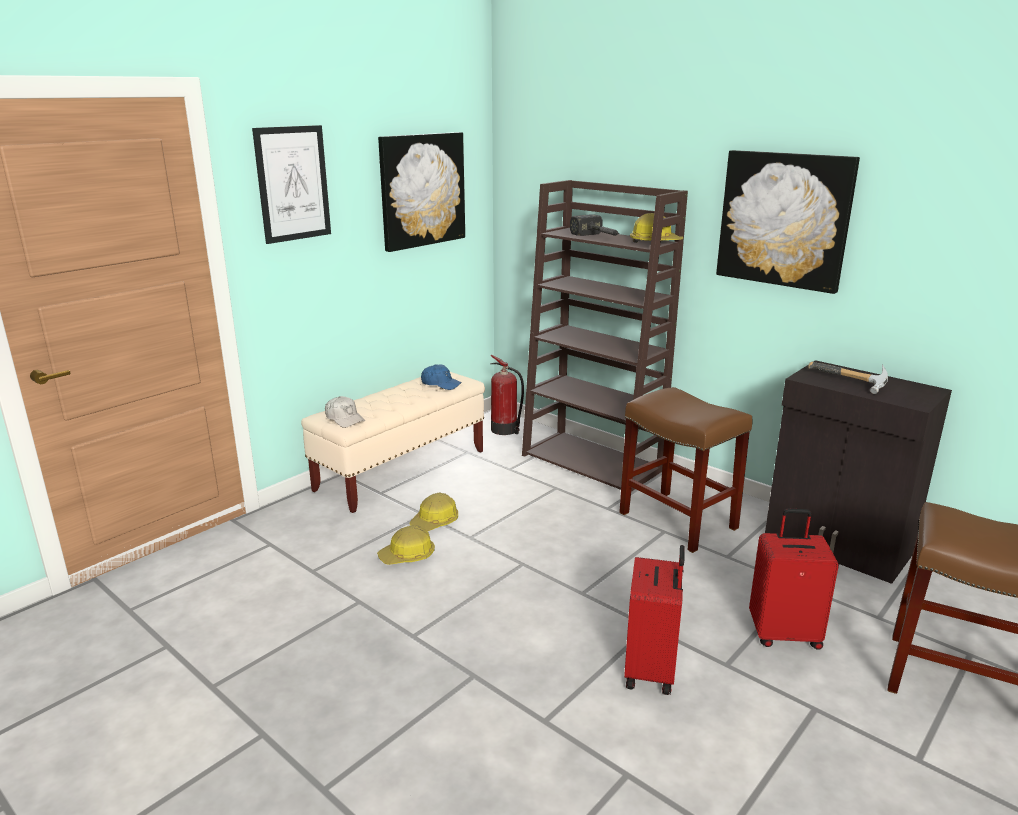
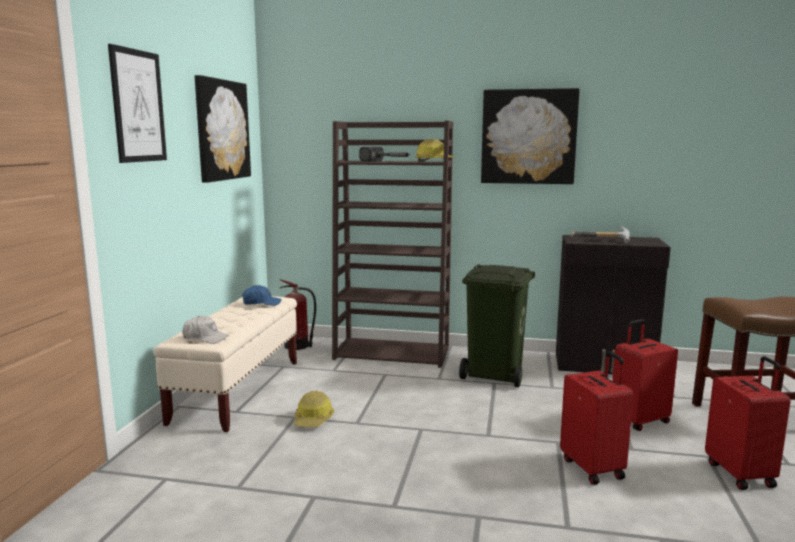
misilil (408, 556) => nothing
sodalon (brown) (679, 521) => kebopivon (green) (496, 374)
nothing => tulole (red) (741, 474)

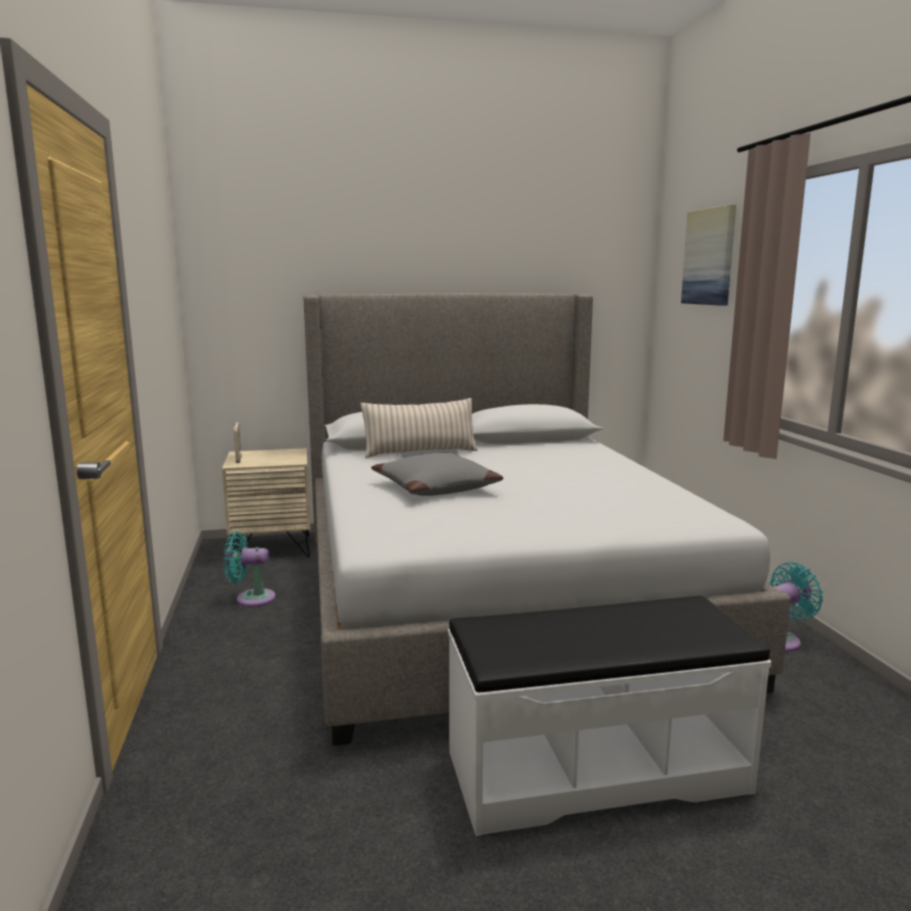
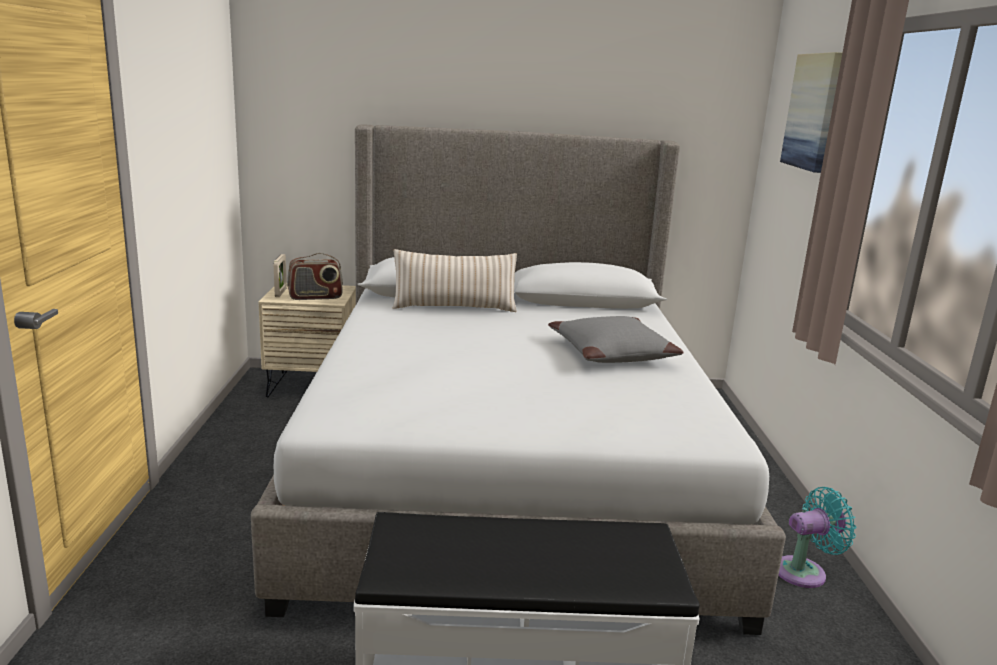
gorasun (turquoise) (251, 598) => nothing
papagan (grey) (435, 488) => papagan (grey) (611, 353), shifted
nothing => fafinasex (315, 297)

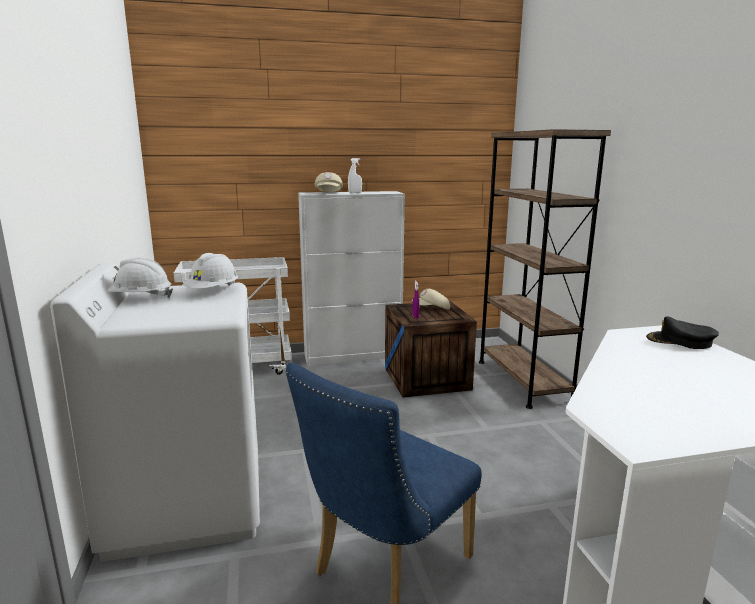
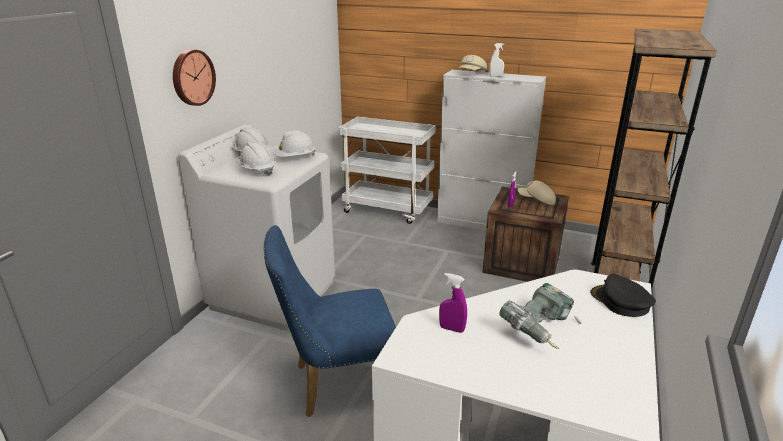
nothing => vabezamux (192, 77)
nothing => misilil (white) (257, 171)
nothing => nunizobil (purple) (452, 329)
nothing => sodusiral (541, 330)

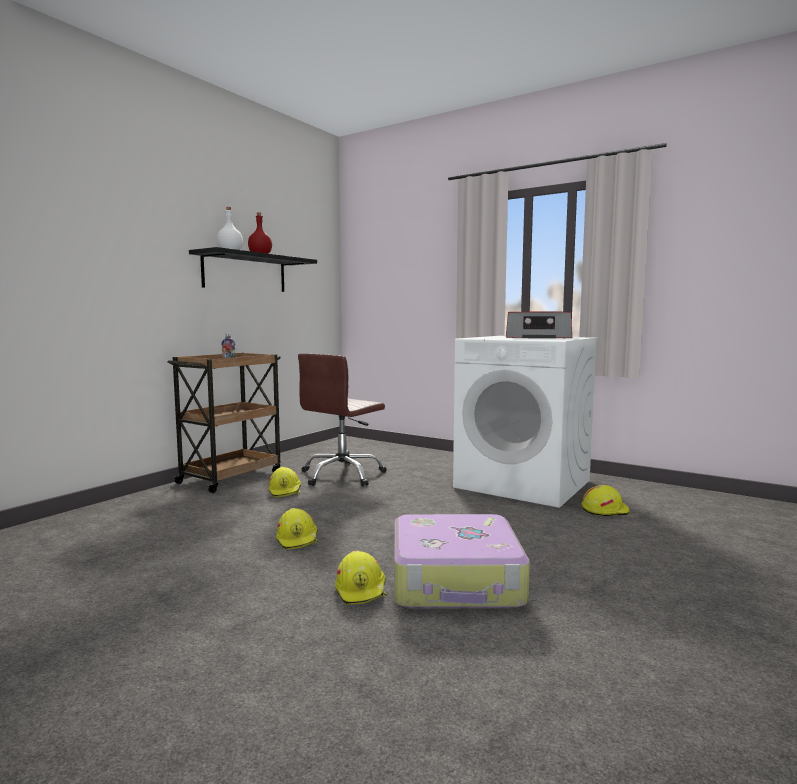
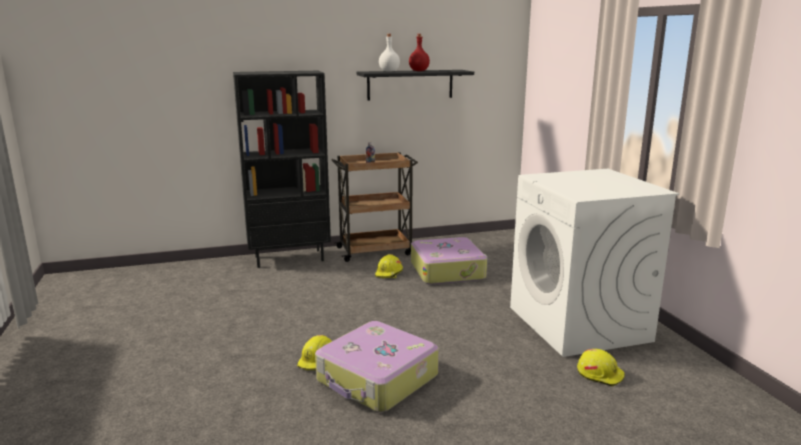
misilil (yellow) (298, 539) => nothing
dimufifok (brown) (342, 475) => tulole (448, 270)
fafinasex (538, 337) => nothing
nothing => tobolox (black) (289, 258)

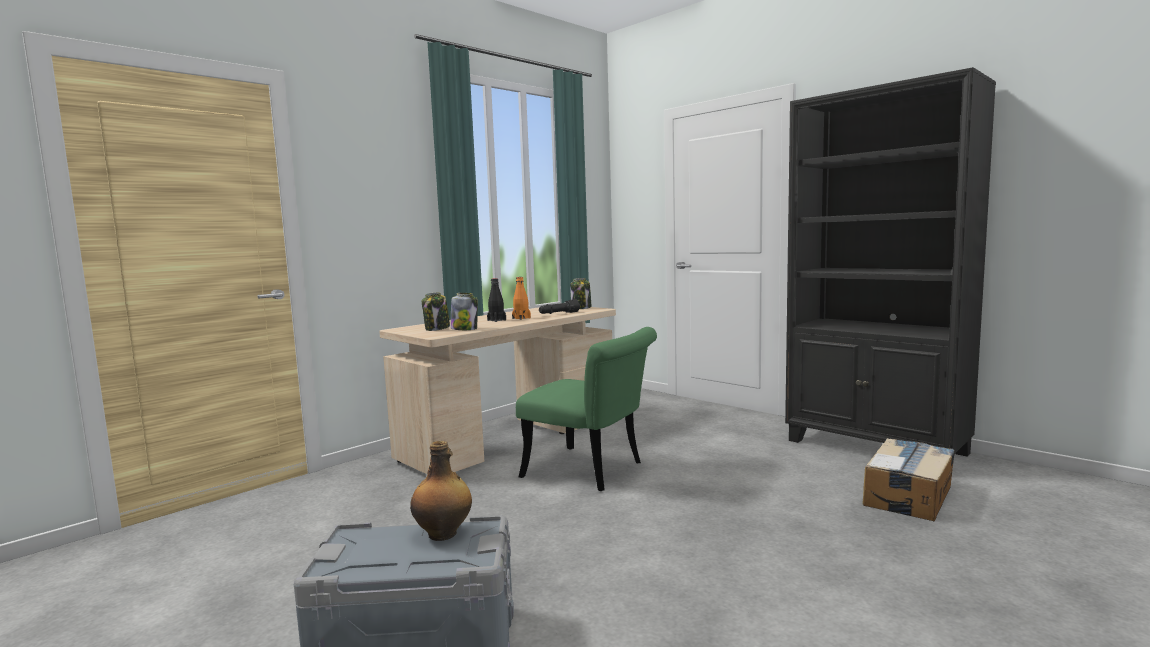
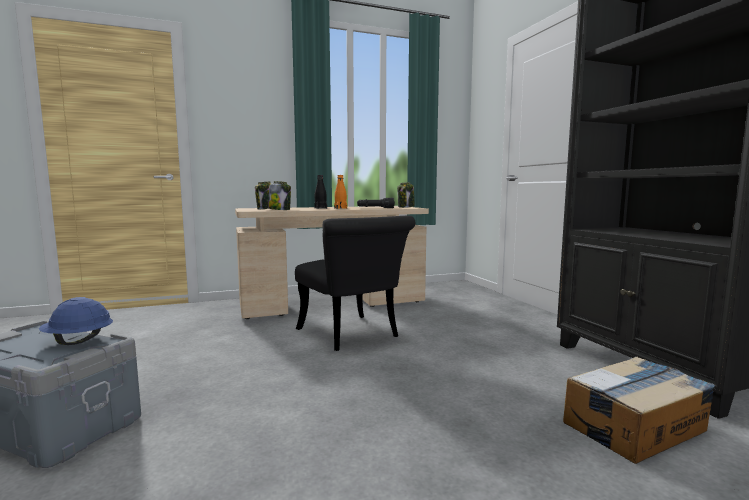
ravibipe (444, 534) => misilil (blue) (78, 341)
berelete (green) (592, 471) => berelete (black) (352, 335)

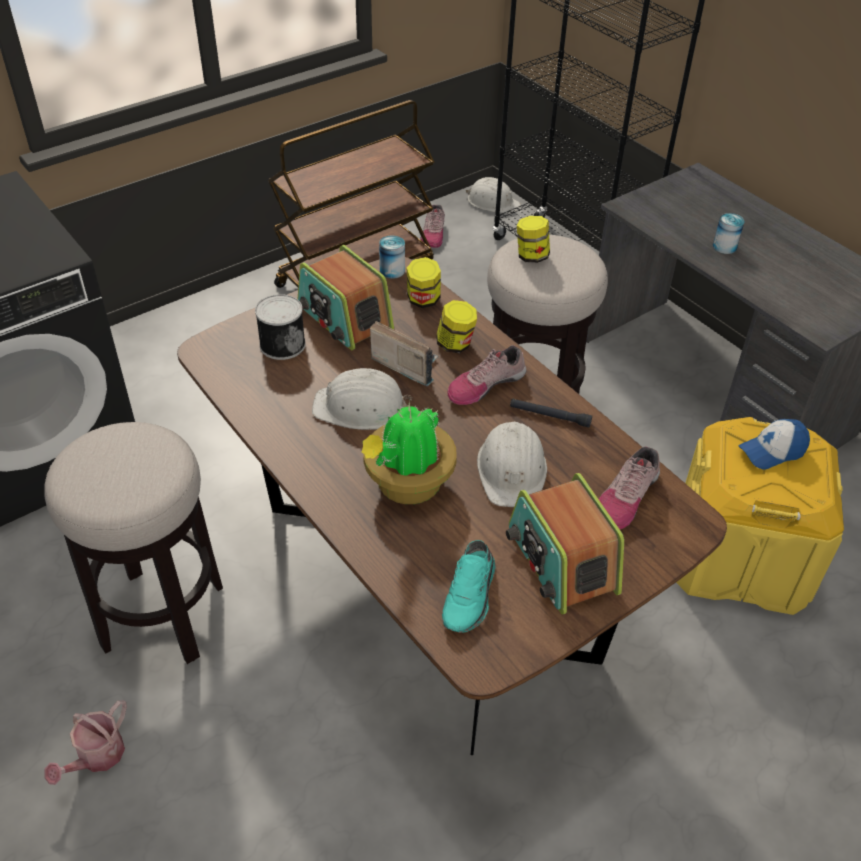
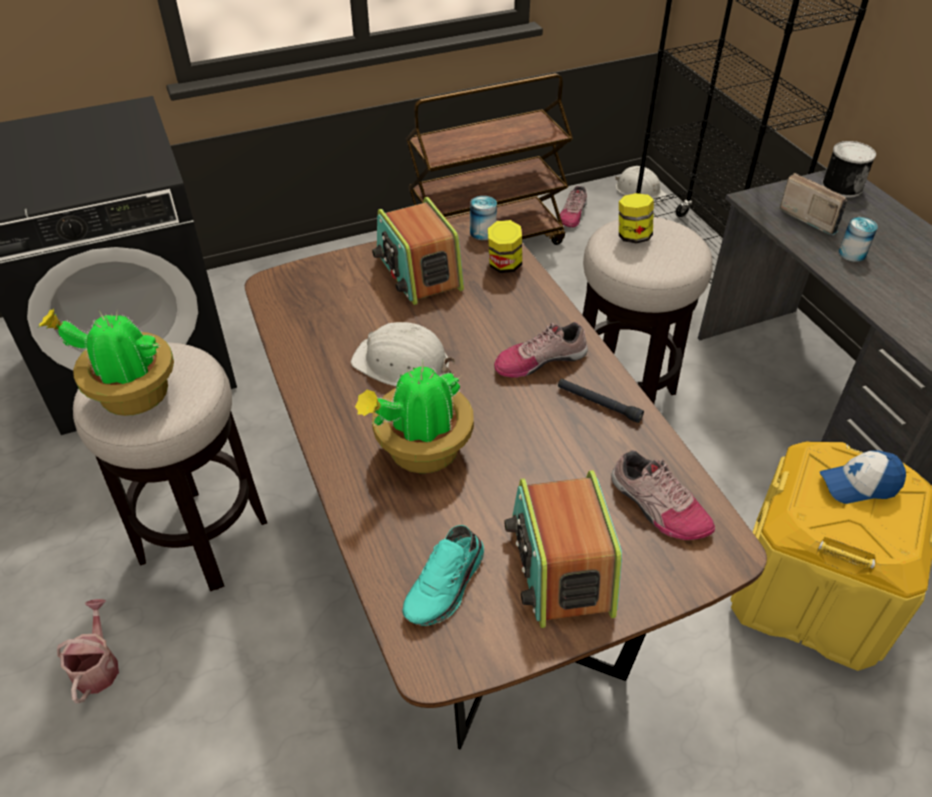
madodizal (96, 757) => madodizal (98, 666), 135 degrees clockwise
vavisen (282, 344) => vavisen (841, 186), shifted
fafinasex (405, 364) => fafinasex (810, 217), shifted
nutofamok (455, 344) => nothing
misilil (white) (512, 470) => nothing
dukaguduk (626, 497) => dukaguduk (657, 507), 90 degrees counterclockwise
nothing => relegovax (131, 395)

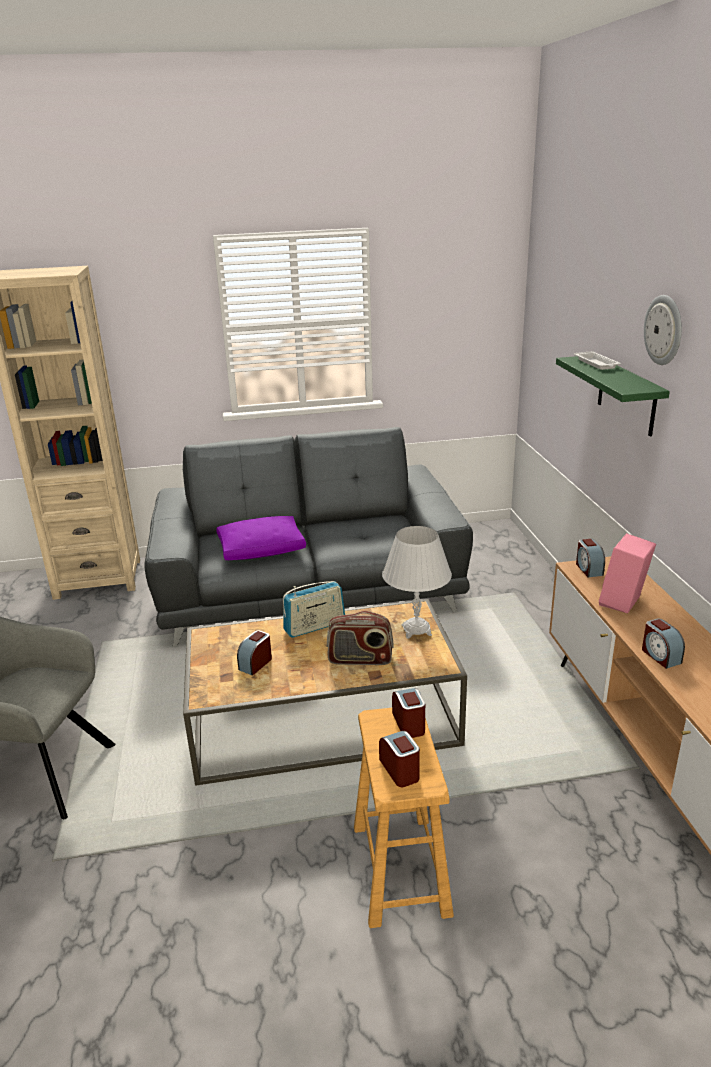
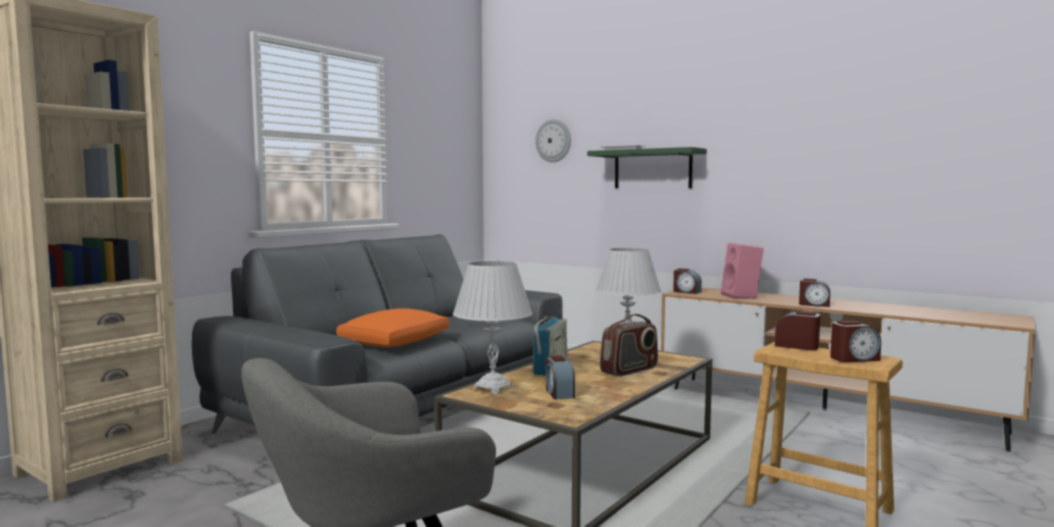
papagan (purple) (262, 549) => papagan (orange) (395, 342)
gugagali (400, 770) => gugagali (854, 359), 150 degrees clockwise
vabezamux (664, 330) => vabezamux (553, 141), shifted
nothing => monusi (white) (493, 388)

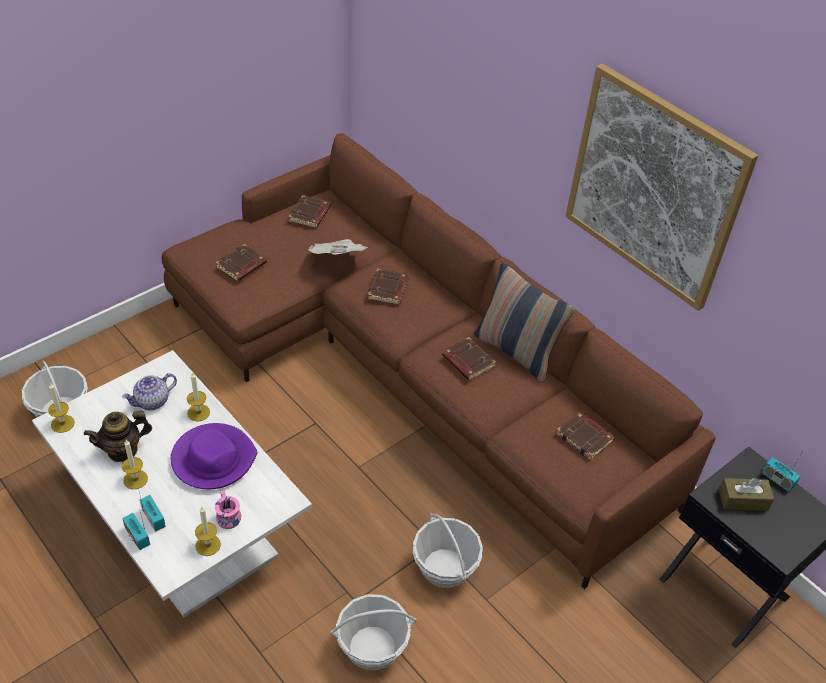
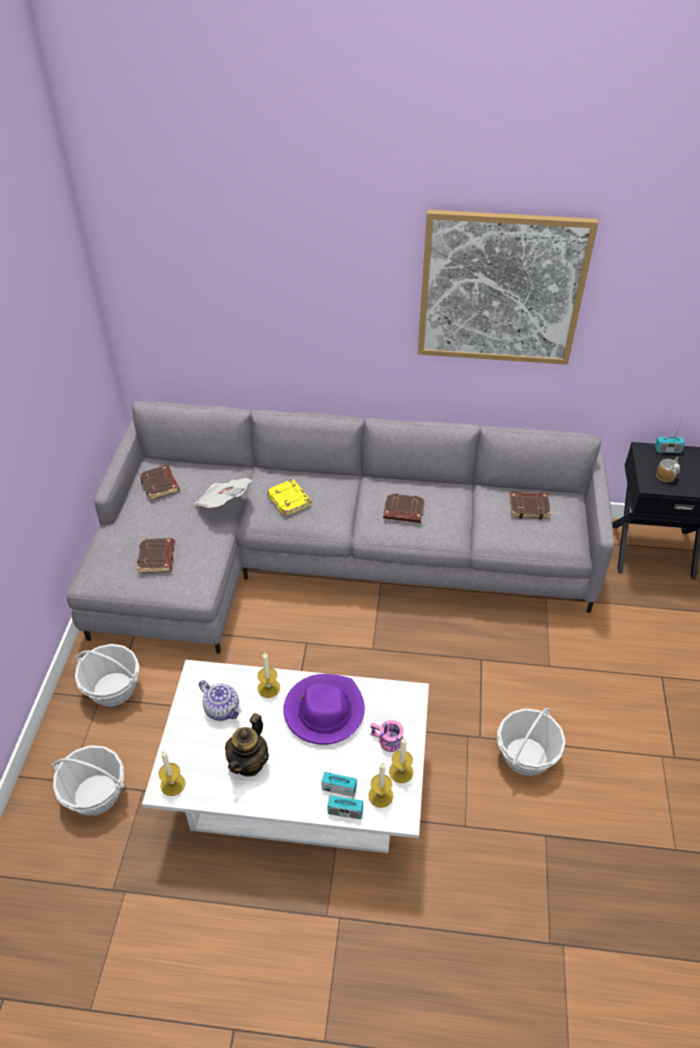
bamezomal (152, 402) => bamezomal (223, 709), 60 degrees counterclockwise
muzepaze (135, 479) => muzepaze (380, 795), shifted
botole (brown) (410, 371) => botole (grey) (326, 558)
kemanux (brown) (388, 290) => kemanux (yellow) (290, 500)
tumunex (444, 568) => tumunex (113, 689), shifted
papagan (516, 352) => nothing
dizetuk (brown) (743, 500) => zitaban (667, 474)

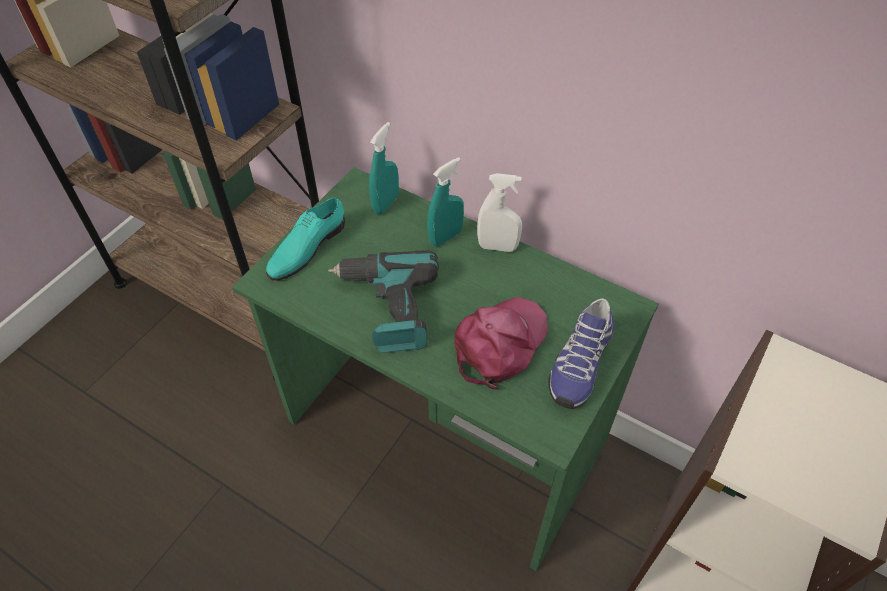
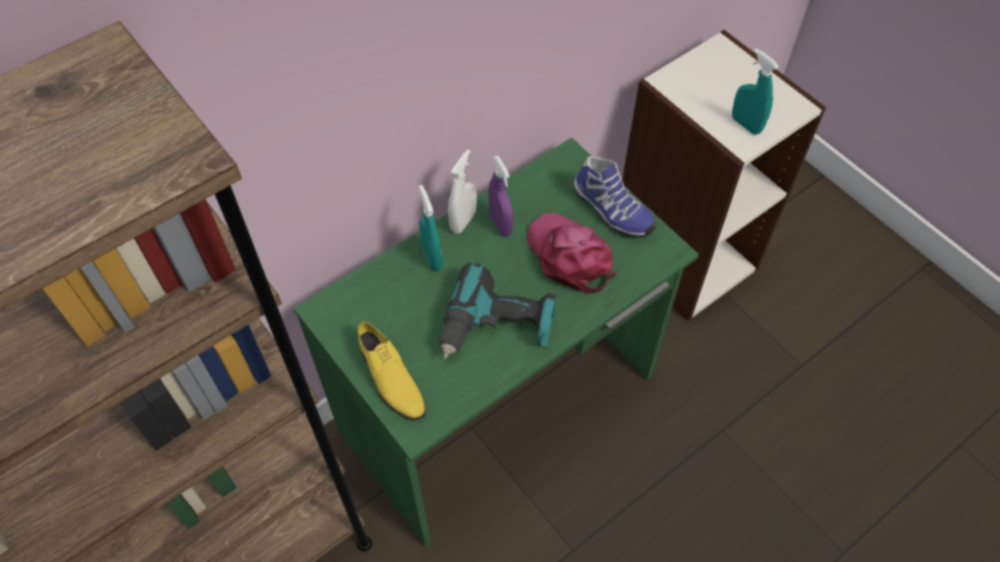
dukaguduk (turquoise) (306, 247) => dukaguduk (yellow) (389, 378)
nunizobil (turquoise) (385, 204) => nunizobil (turquoise) (746, 124), shifted
nothing => nunizobil (purple) (500, 224)

